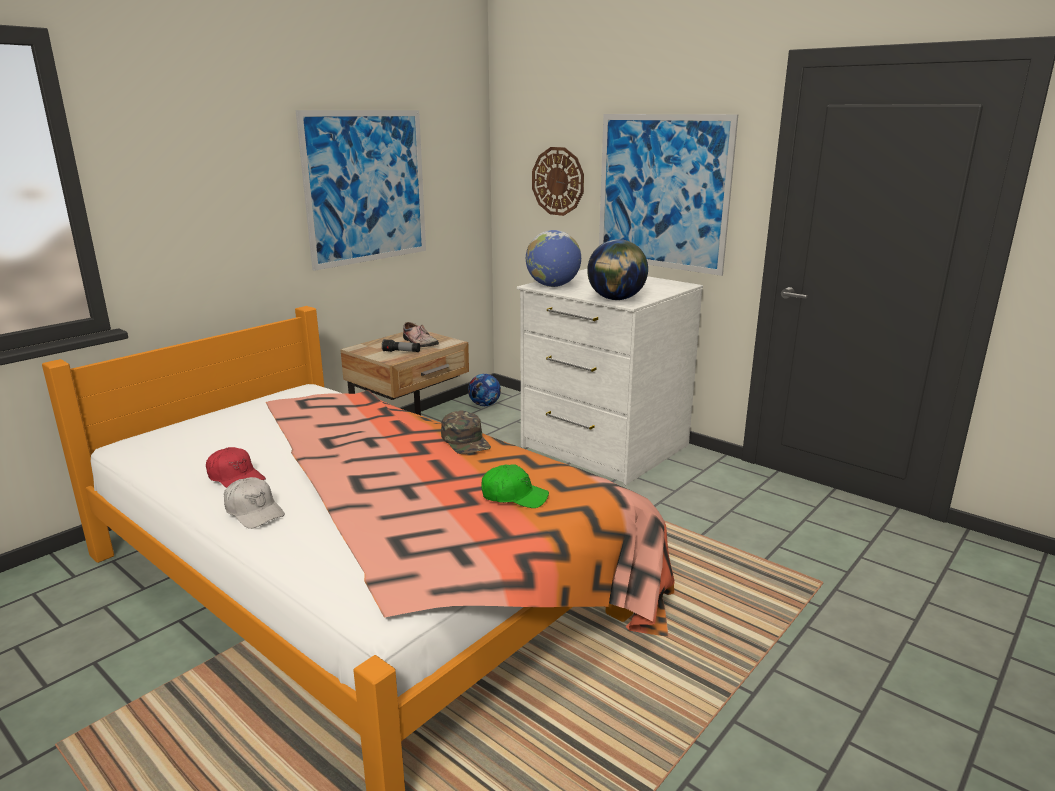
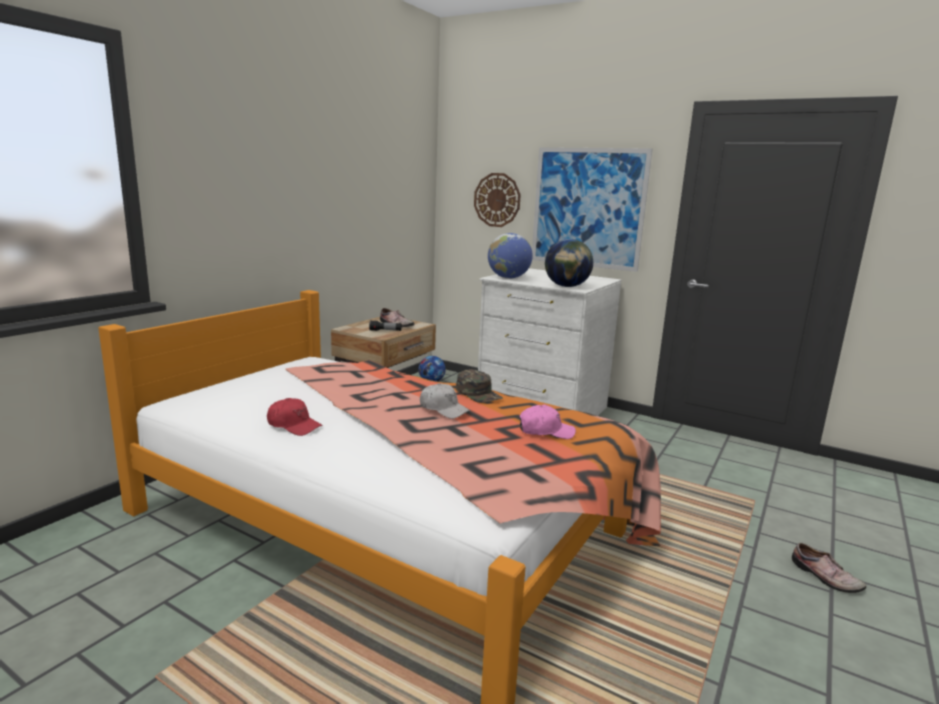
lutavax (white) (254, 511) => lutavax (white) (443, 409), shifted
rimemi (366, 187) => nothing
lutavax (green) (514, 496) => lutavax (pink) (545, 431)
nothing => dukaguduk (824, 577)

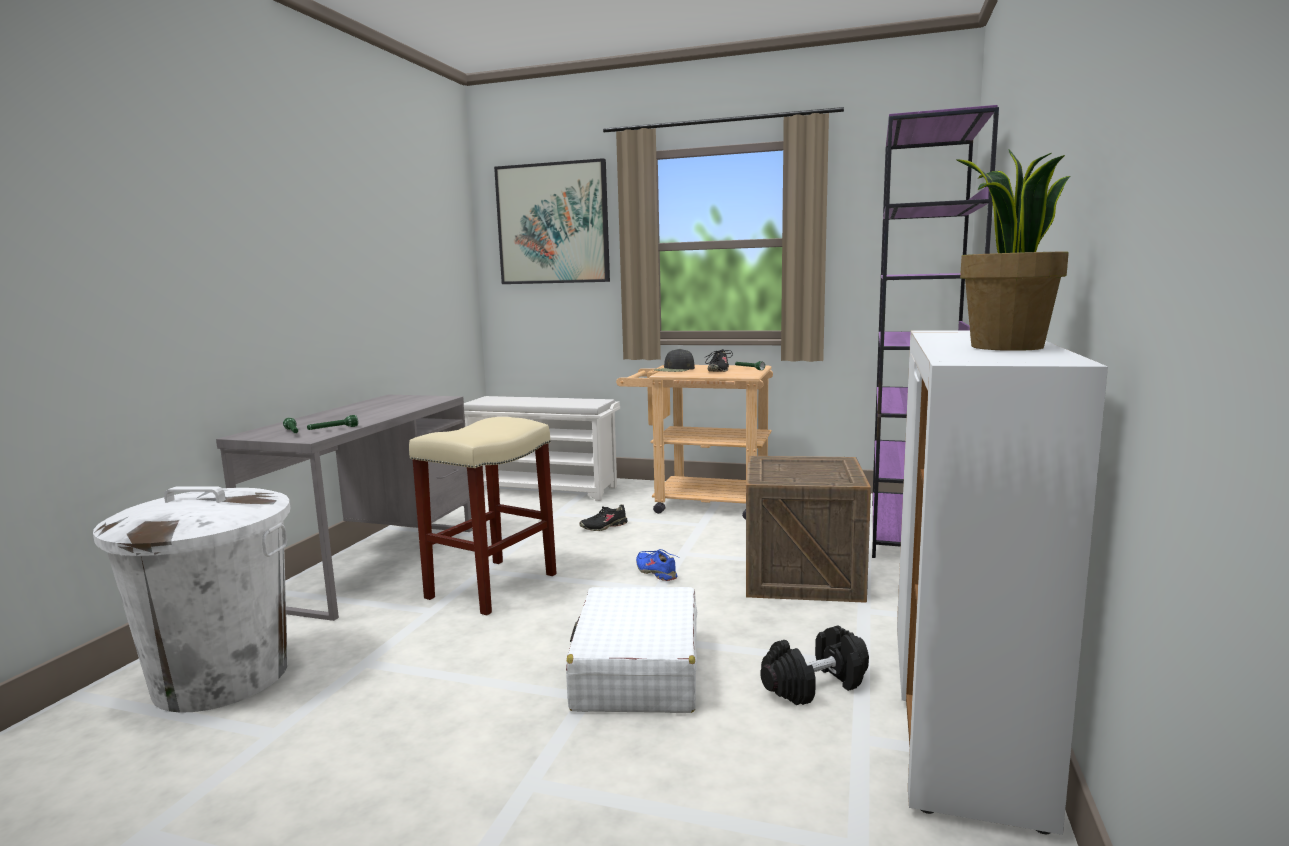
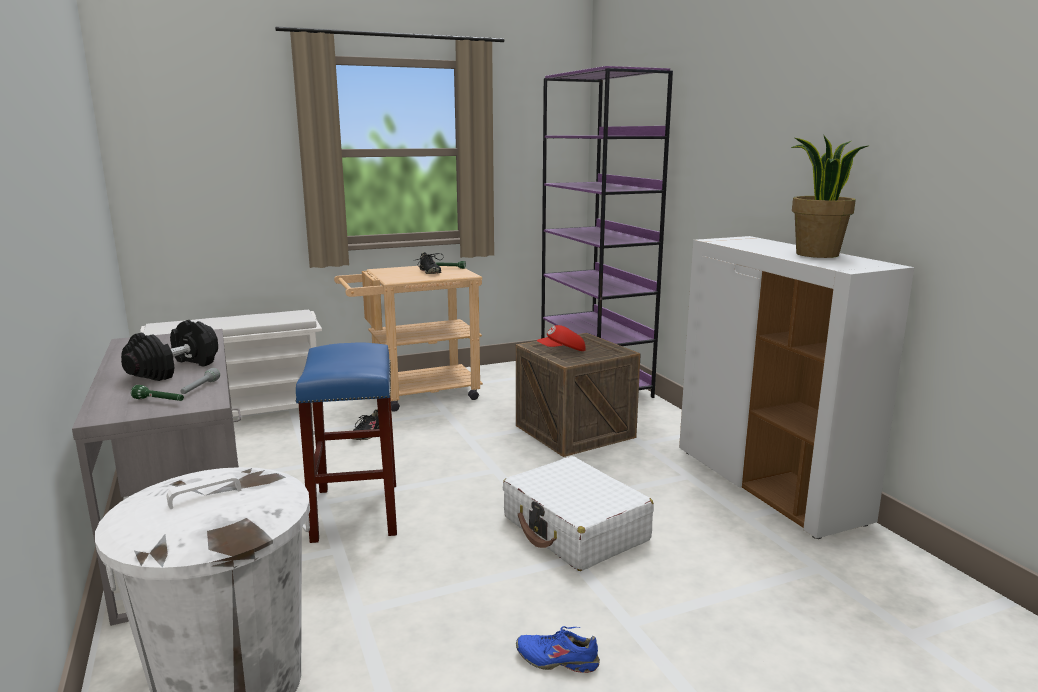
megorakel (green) (333, 429) => megorakel (grey) (200, 388)
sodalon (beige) (492, 587) => sodalon (blue) (357, 512)
rimemi (553, 224) => nothing
dukaguduk (blue) (656, 572) => dukaguduk (blue) (557, 659), shifted
lutavax (black) (675, 370) => nothing
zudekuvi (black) (814, 685) => zudekuvi (black) (174, 369), shifted
nothing => lutavax (red) (562, 351)

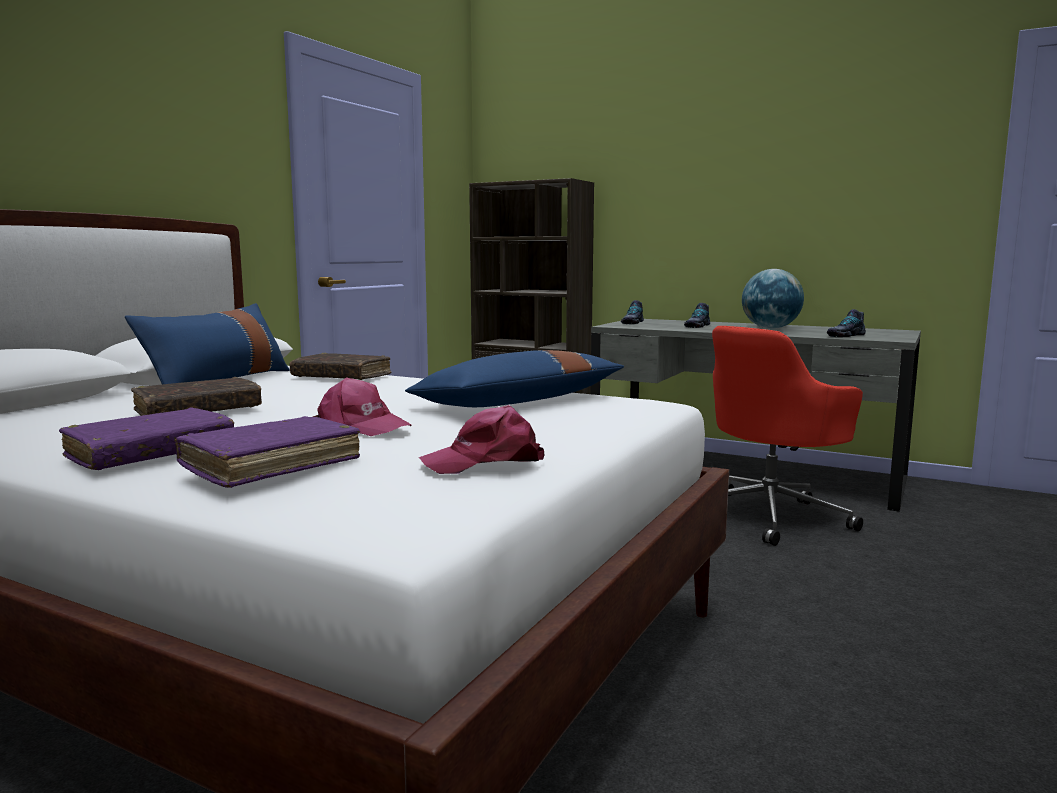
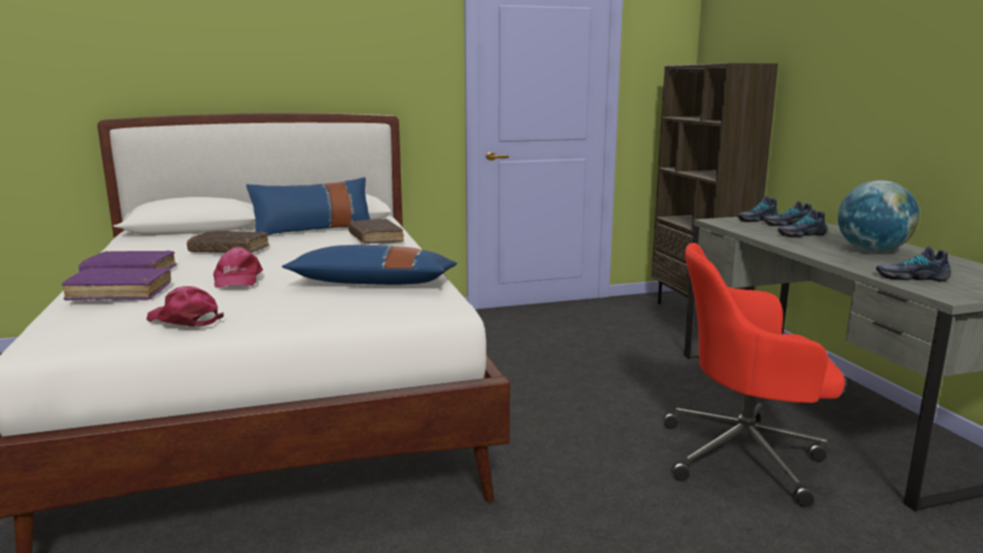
nothing => dukaguduk (787, 224)

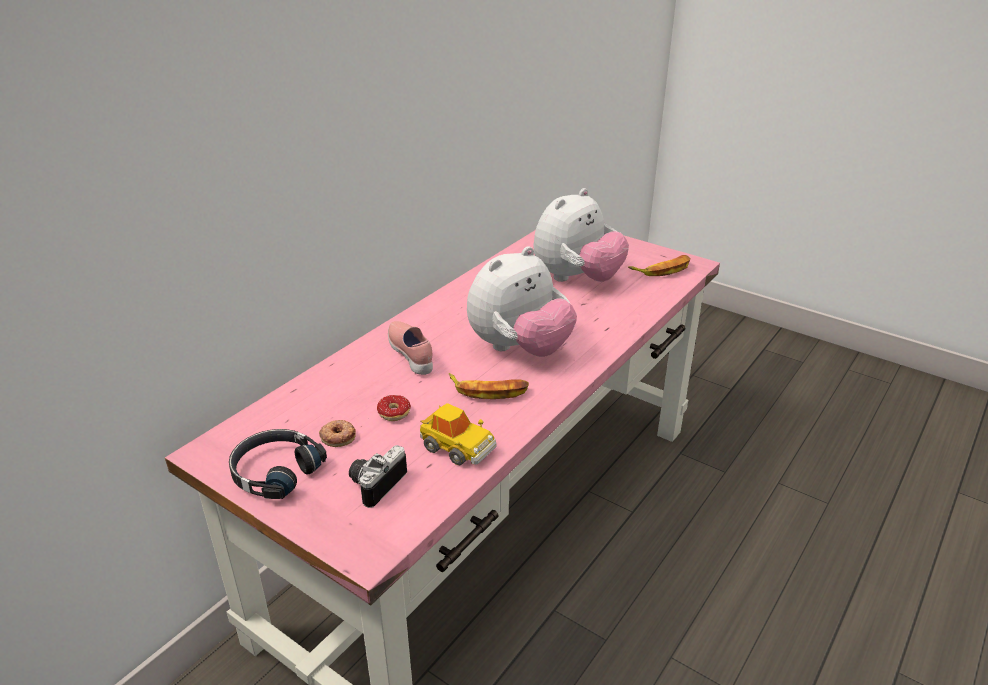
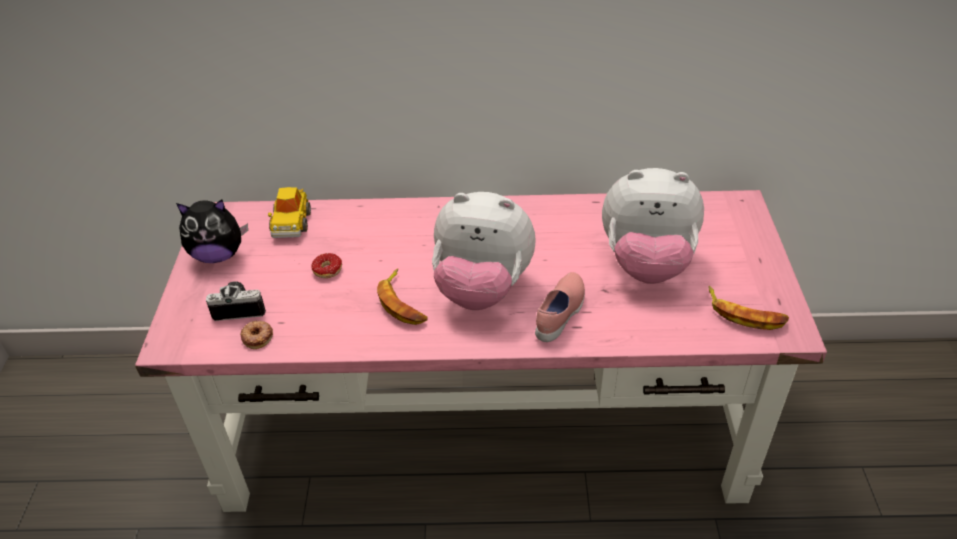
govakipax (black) (275, 471) => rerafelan (218, 255)
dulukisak (338, 436) => dulukisak (257, 336), shifted
dukaguduk (pink) (412, 355) => dukaguduk (pink) (561, 315), shifted
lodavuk (457, 447) => lodavuk (291, 223), shifted

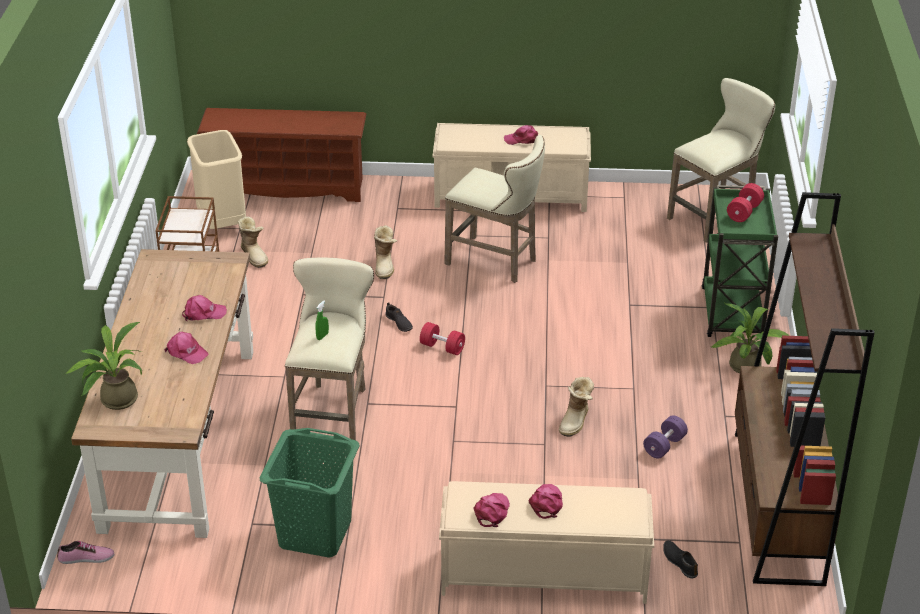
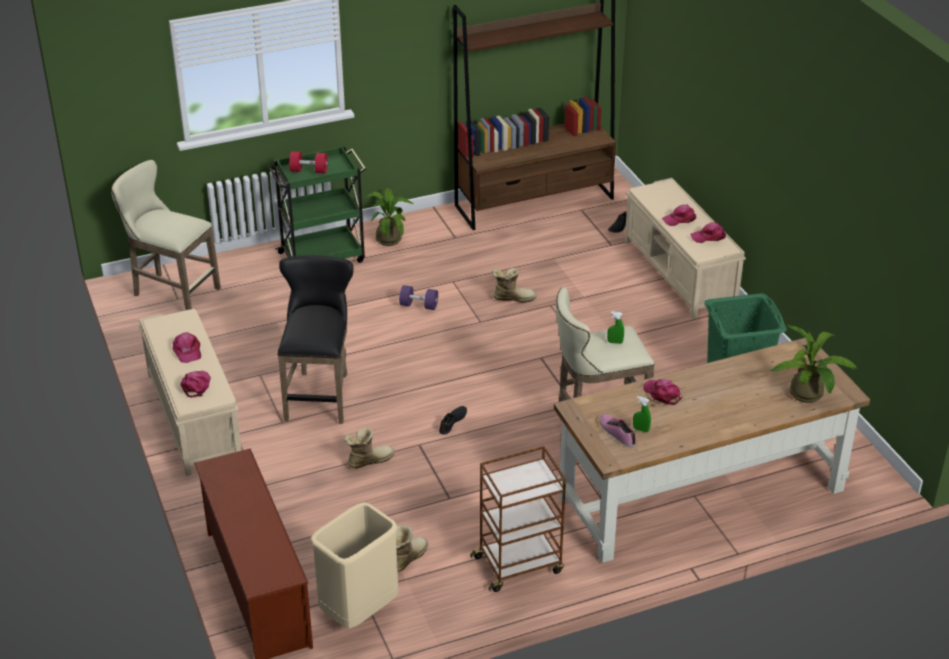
dukaguduk (86, 558) => dukaguduk (617, 432), shifted
lutavax (pink) (186, 352) => lutavax (pink) (196, 385), shifted
zudekuvi (red) (442, 347) => nothing
sodalon (beige) (496, 262) => sodalon (black) (320, 394)
zudekuvi (purple) (664, 446) => zudekuvi (purple) (419, 305), shifted
nothing => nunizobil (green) (641, 429)

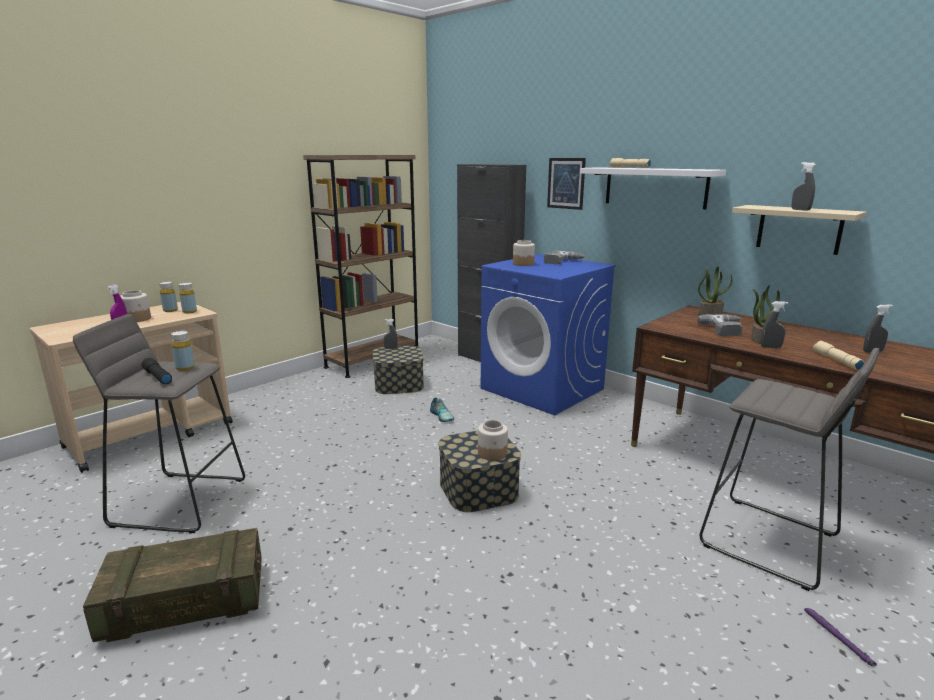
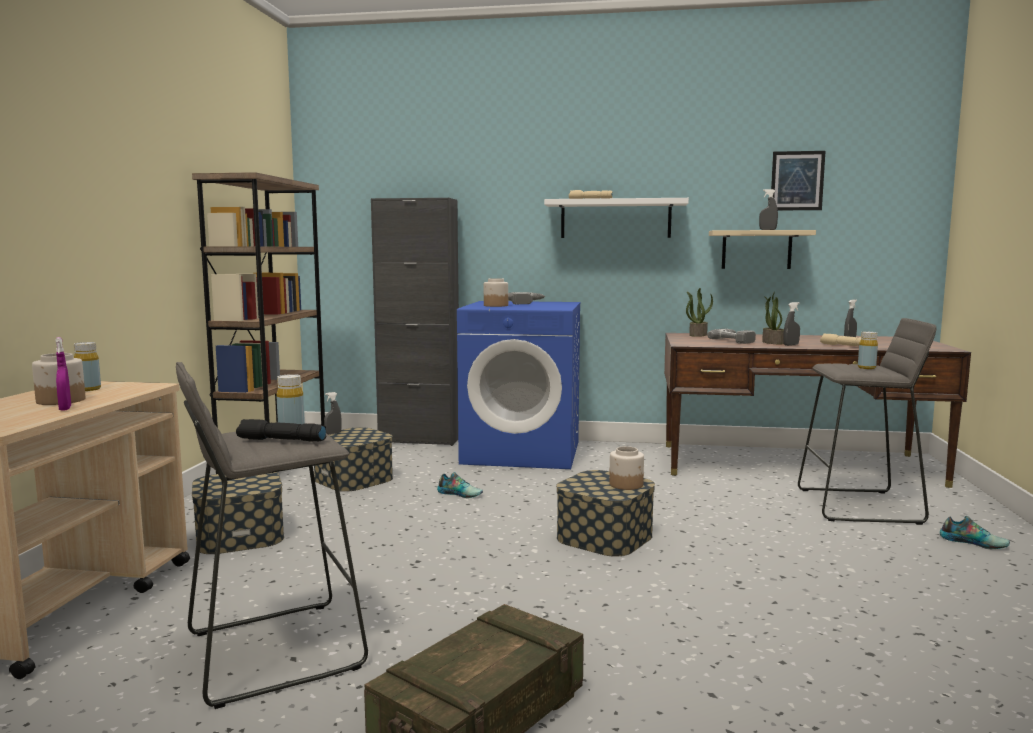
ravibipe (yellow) (189, 311) => ravibipe (yellow) (866, 368), shifted
rimemi (566, 183) => rimemi (797, 181), shifted
megorakel (purple) (837, 638) => dukaguduk (973, 542)
nothing => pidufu (240, 535)

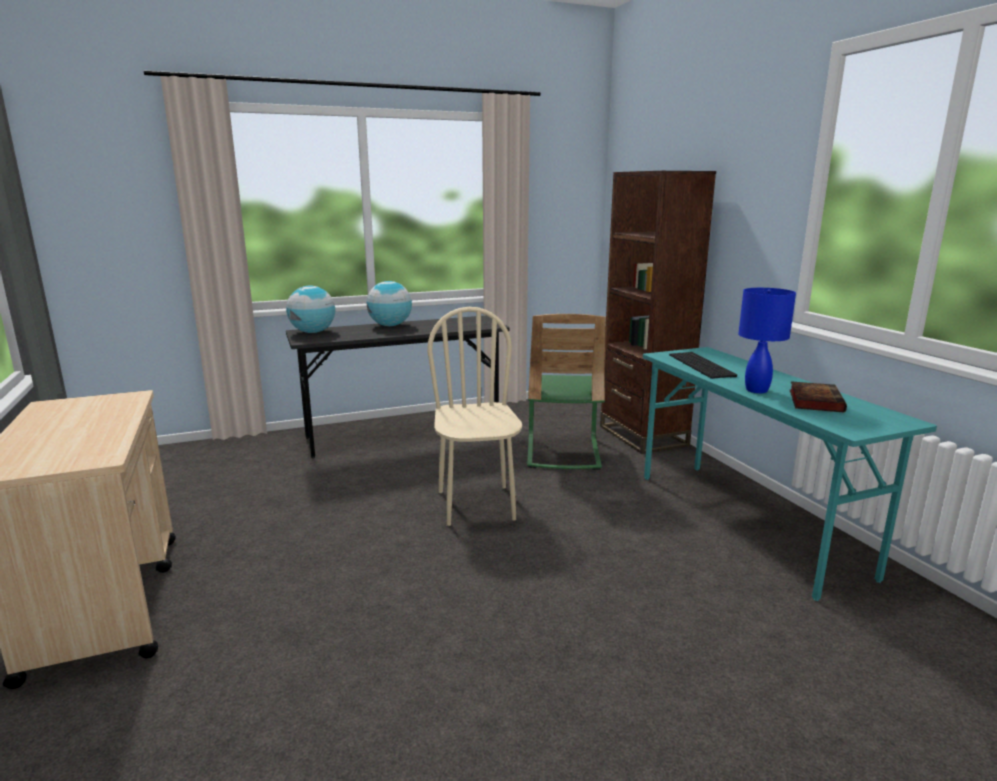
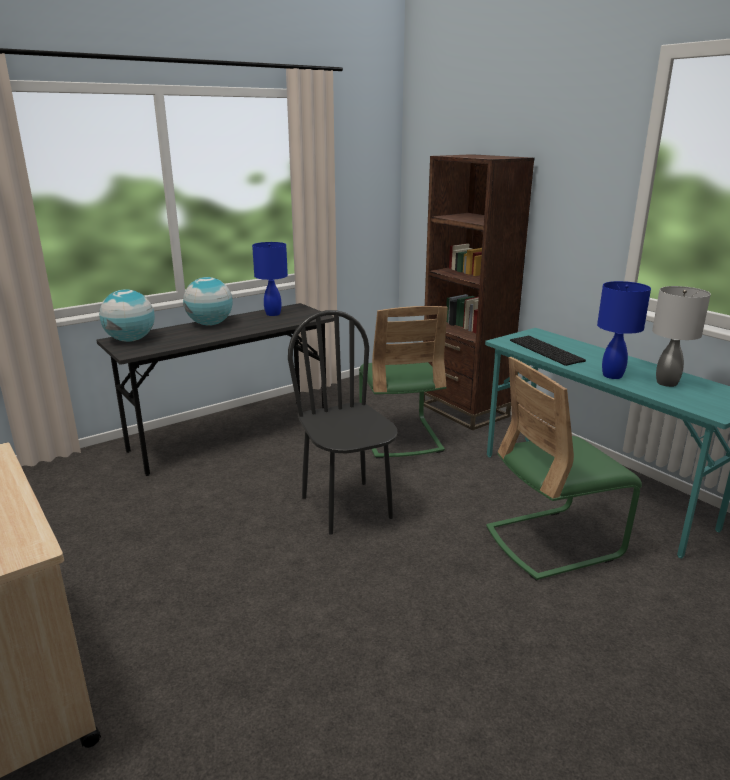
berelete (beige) (477, 505) => berelete (black) (347, 507)
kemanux (814, 400) => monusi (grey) (666, 383)
nothing => monusi (blue) (273, 314)
nothing => berelete (green) (553, 542)

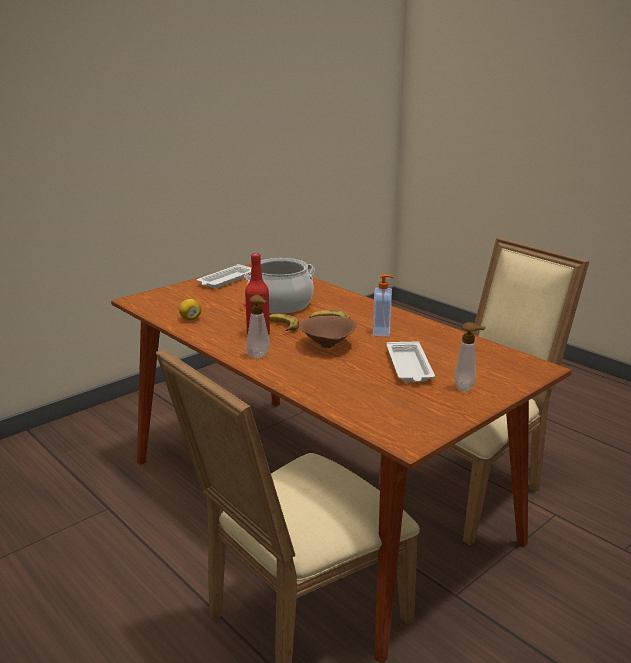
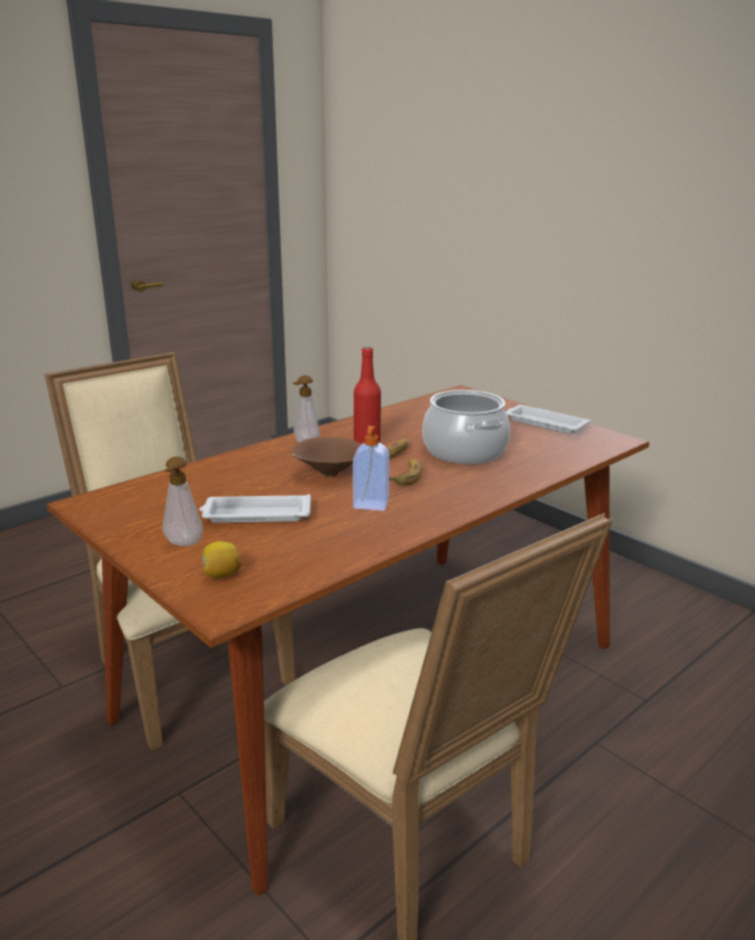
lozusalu (190, 319) => lozusalu (221, 575), shifted

